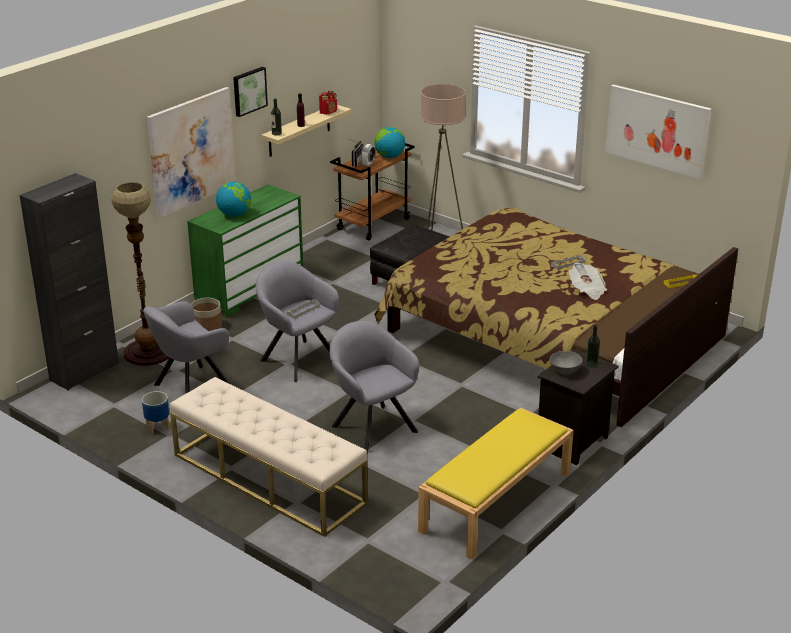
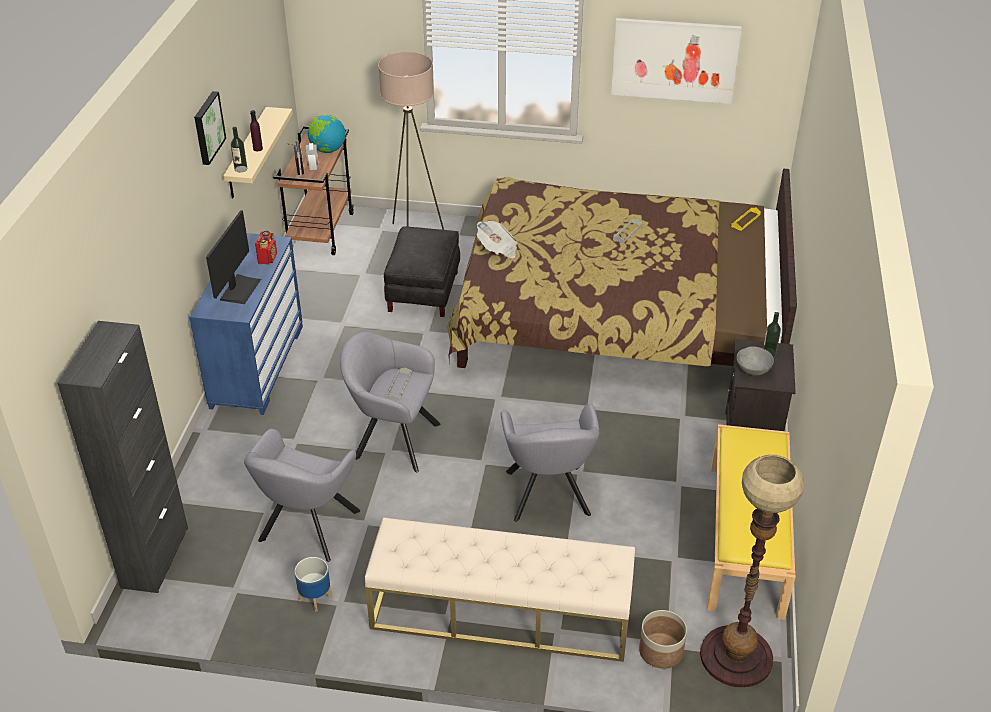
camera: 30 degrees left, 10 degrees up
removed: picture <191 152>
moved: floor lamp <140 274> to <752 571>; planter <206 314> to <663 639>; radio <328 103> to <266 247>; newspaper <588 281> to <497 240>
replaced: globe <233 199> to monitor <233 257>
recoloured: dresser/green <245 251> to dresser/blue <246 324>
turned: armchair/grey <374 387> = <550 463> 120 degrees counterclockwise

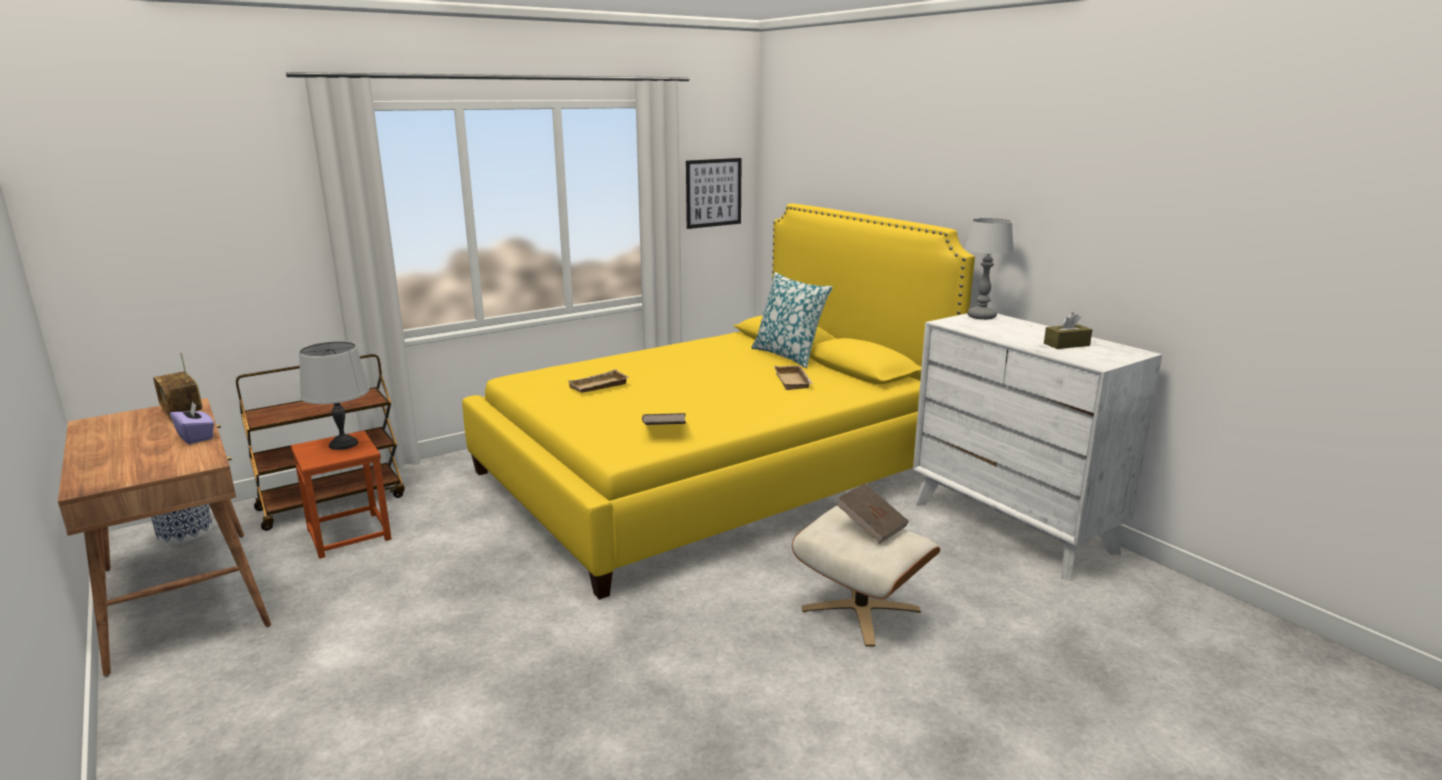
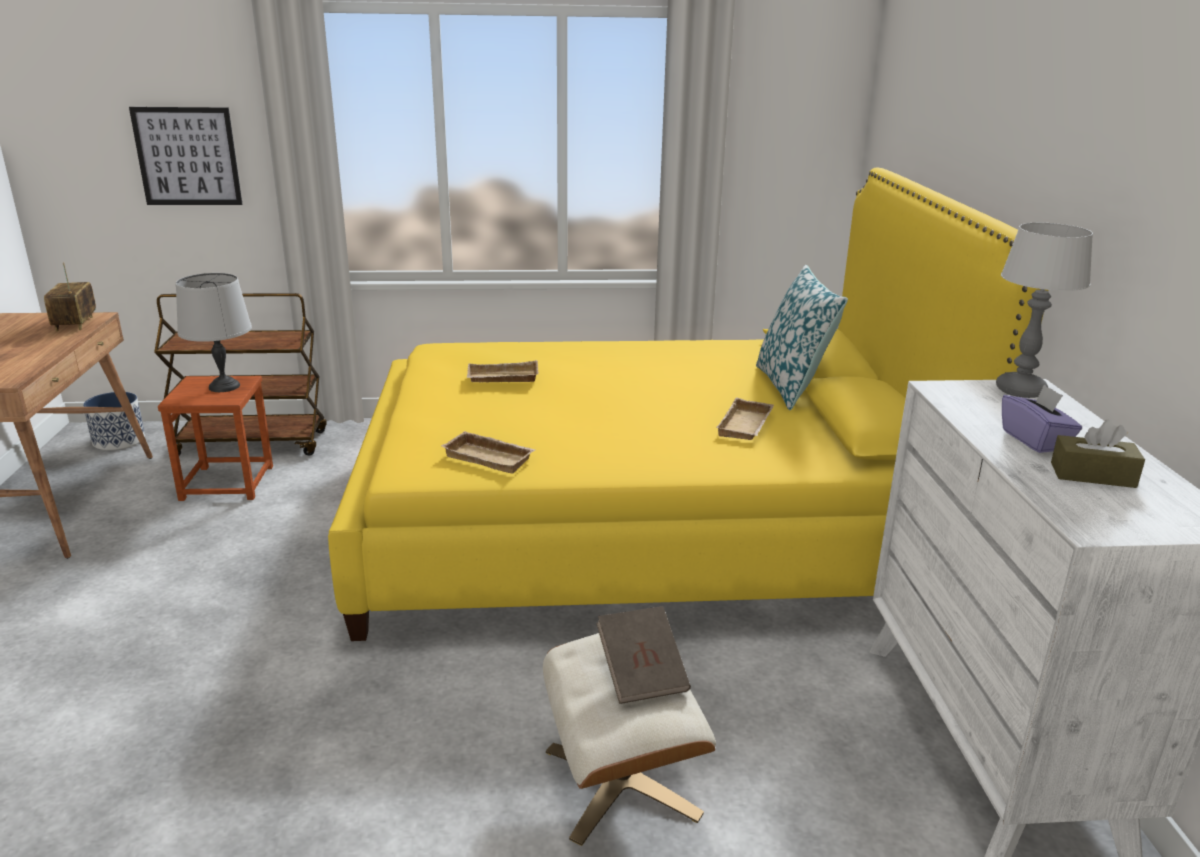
camera: 30 degrees right, 5 degrees up
moved: tissue box/purple <192 422> to <1042 418>; picture <714 193> to <185 156>
replaced: book/brown <664 419> to tray/beige <488 452>

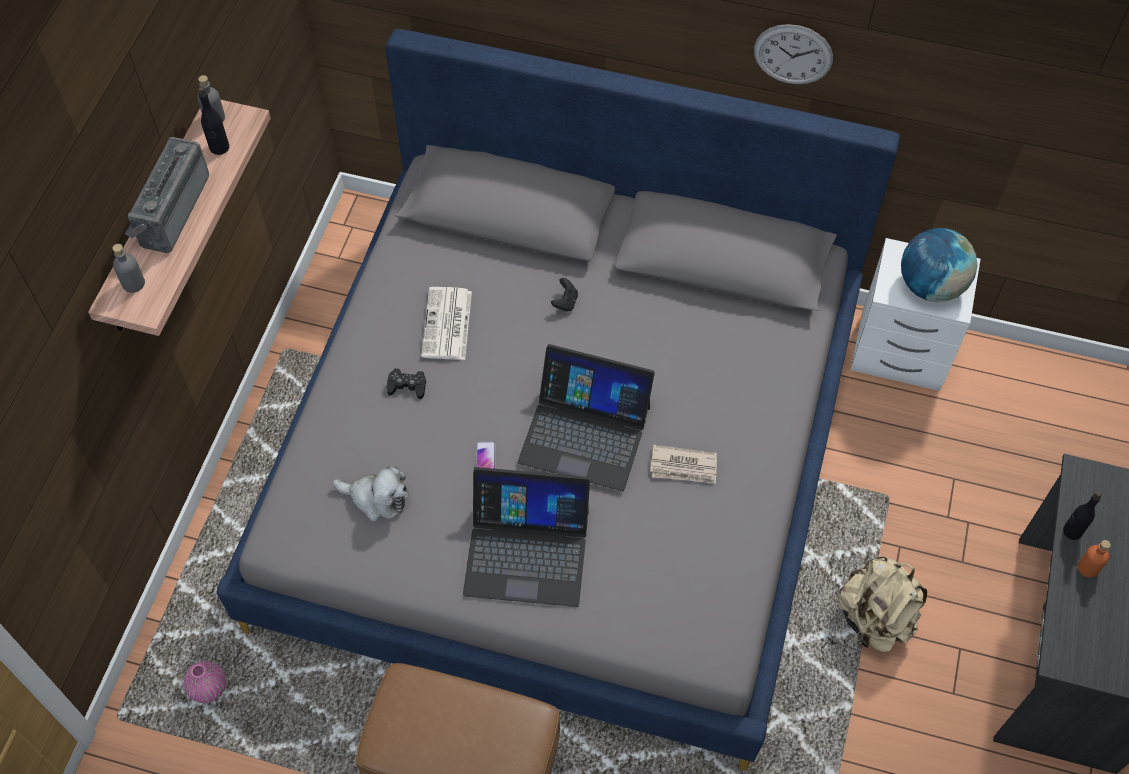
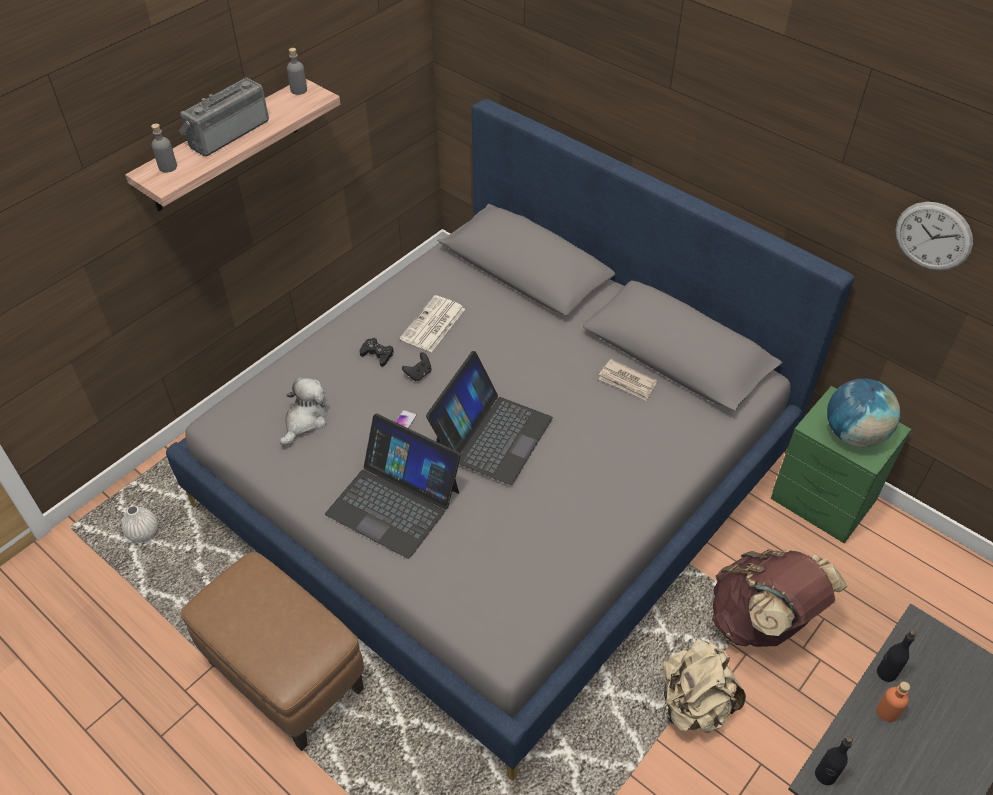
camera: 25 degrees right, 10 degrees down
added: backpack/brown <779 598>
moved: bottle/black <213 121> to <834 760>; game controller/black <564 295> to <416 366>; newspaper <683 464> to <628 379>; wall clock <793 54> to <934 236>
recoloured: vase/pink <205 682> to vase/white <140 524>; nightstand/white <915 314> to nightstand/green <841 465>
turned: plush toy <370 493> = <303 411> 105 degrees counterclockwise; laptop <586 417> = <489 418> 105 degrees counterclockwise

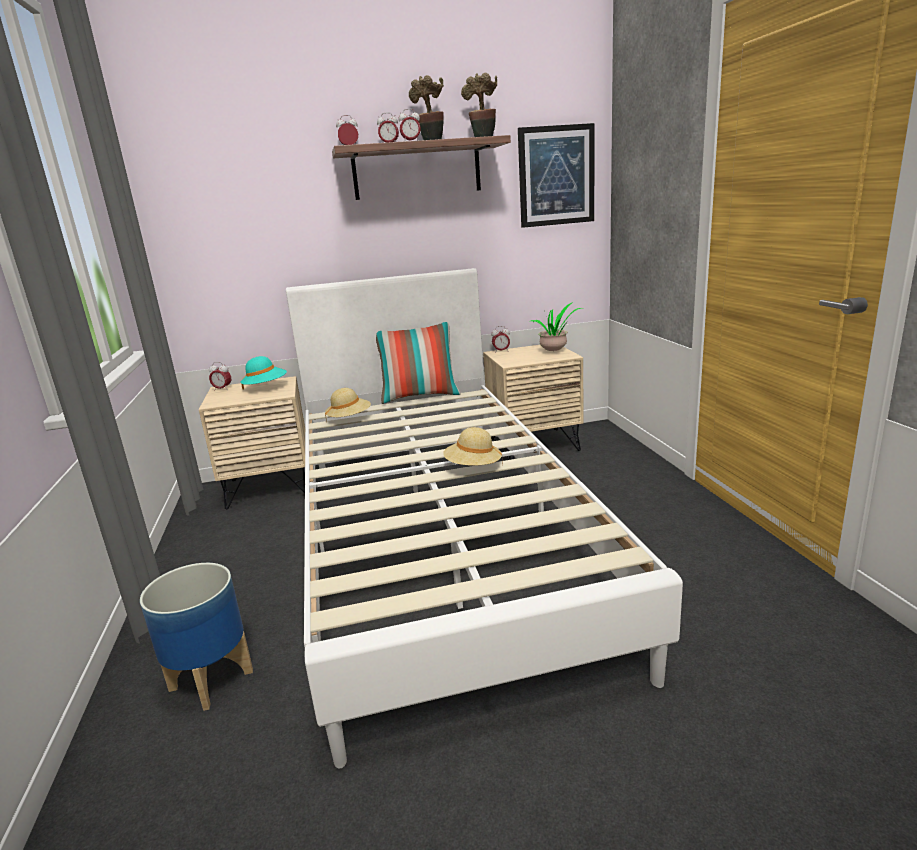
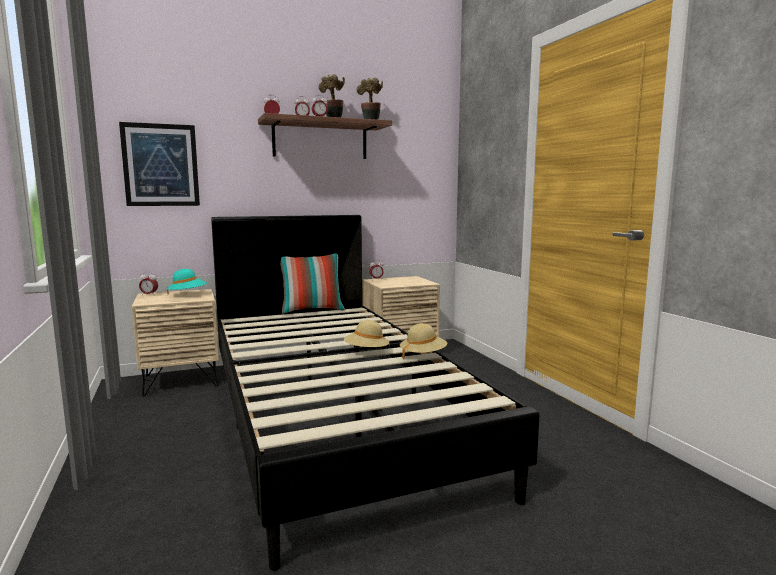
camera: 10 degrees left, 10 degrees down
removed: planter <196 637>; potted plant <555 326>
moved: hat/beige <348 405> to <424 341>; picture <556 175> to <159 164>
recoloured: bed/white <484 518> to bed/black <375 393>

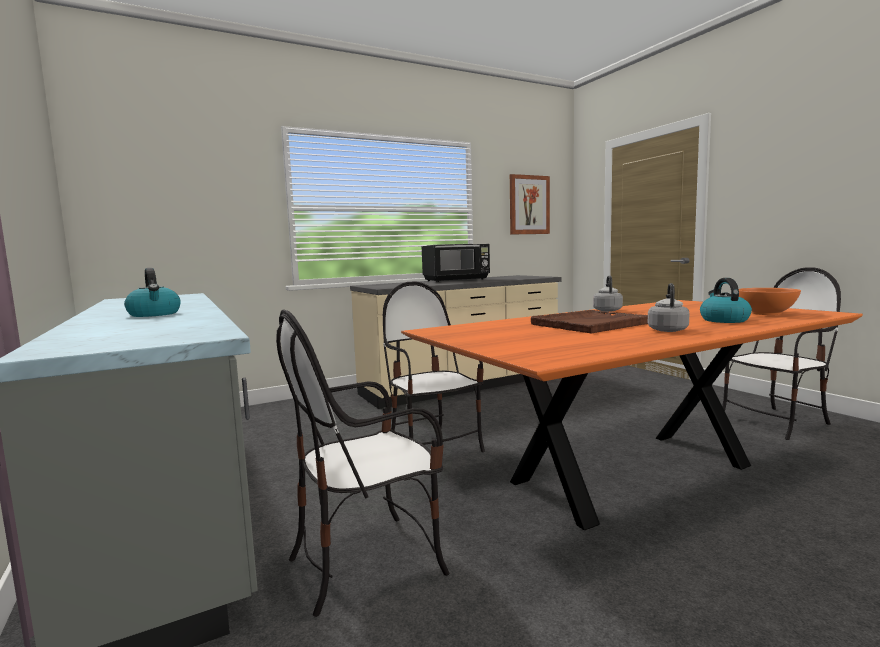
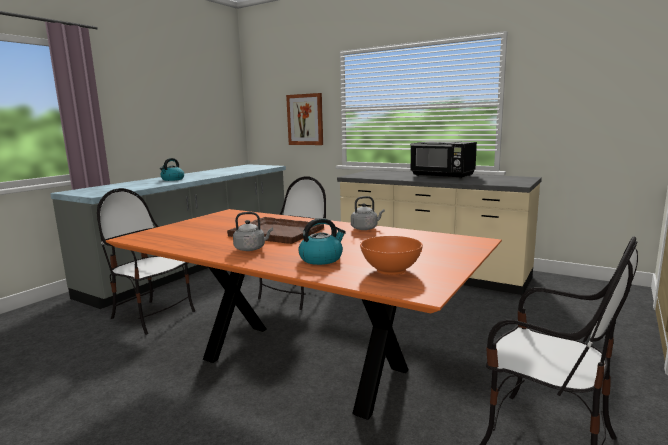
camera: 60 degrees right, 5 degrees up
moved: picture <530 204> to <304 119>

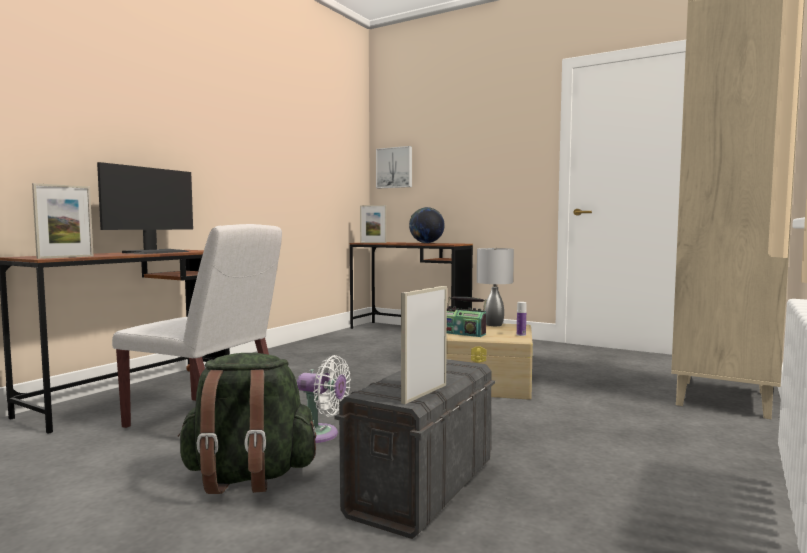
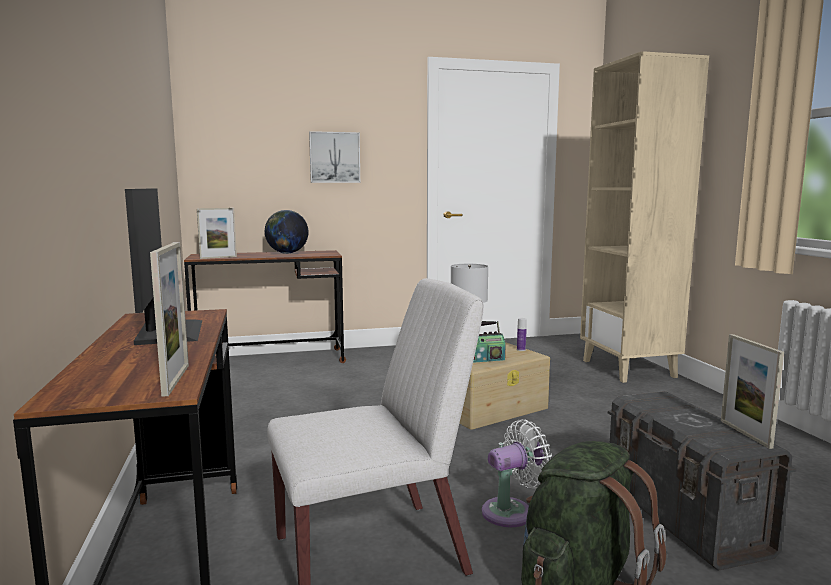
camera: 45 degrees left, 5 degrees up
moved: picture <394 167> to <334 157>

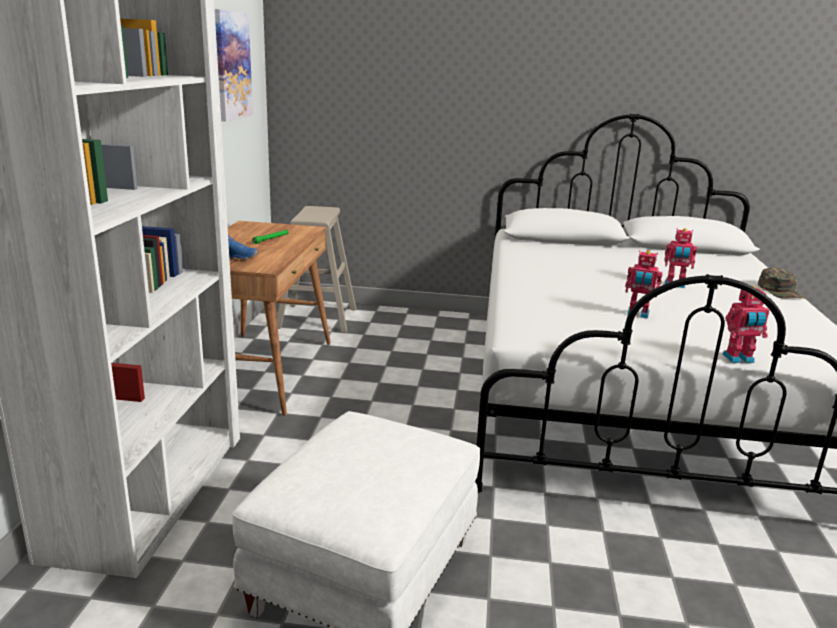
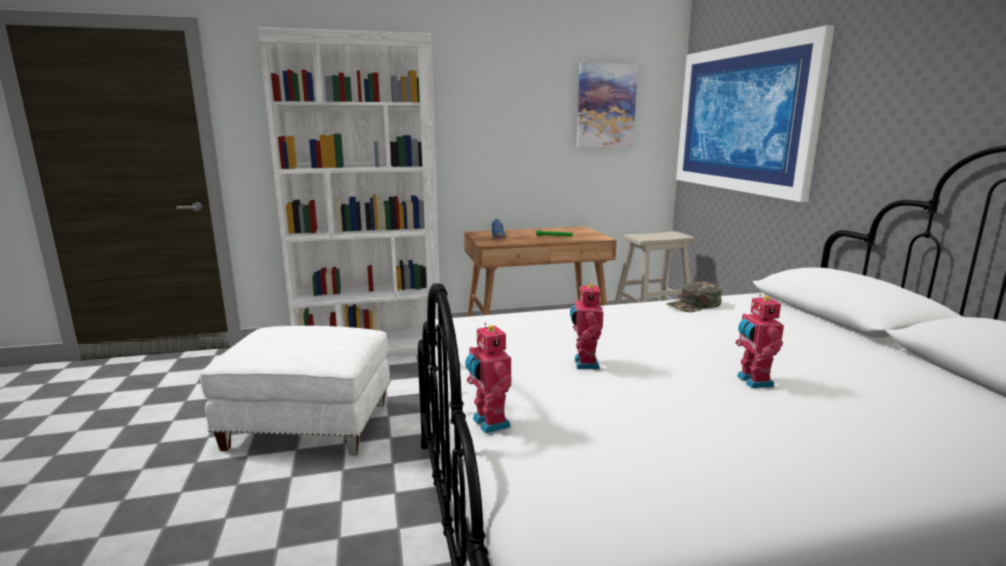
camera: 70 degrees right, 5 degrees down
added: picture <755 113>
moved: cap/green <782 283> to <694 297>

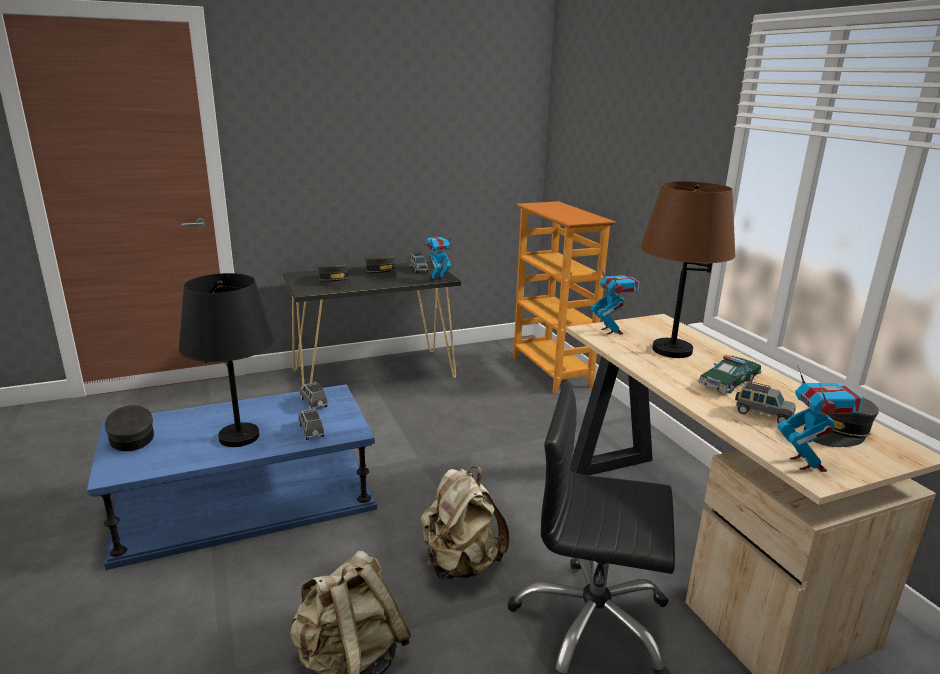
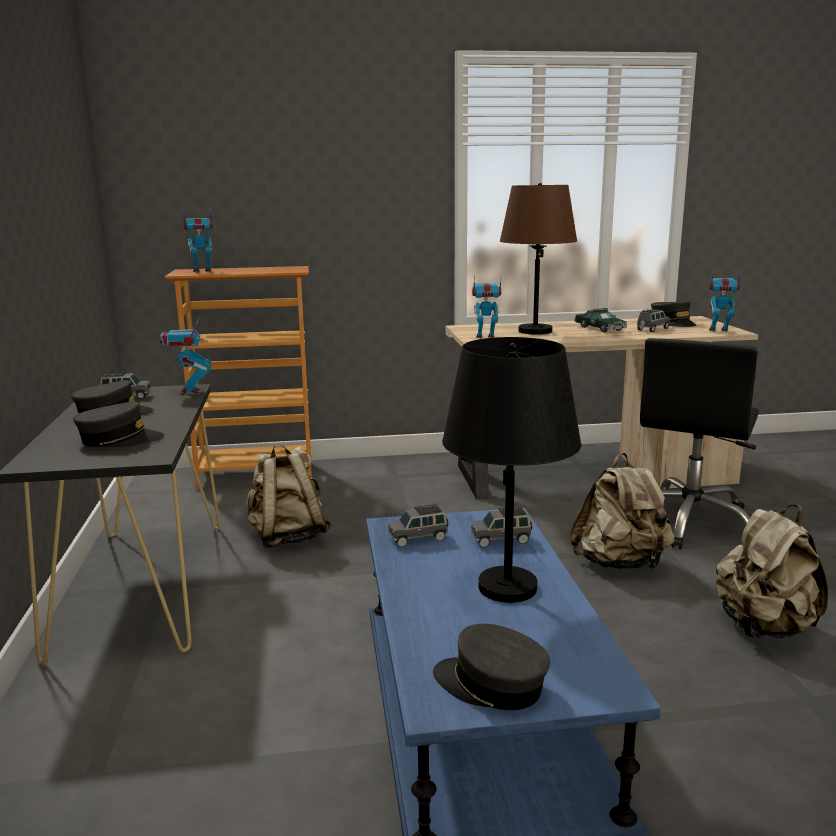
camera: 75 degrees left, 5 degrees down
added: toy robot <198 240>; backpack/beige <288 496>
turned: cap/grey <130 428> = <491 667> 45 degrees clockwise

